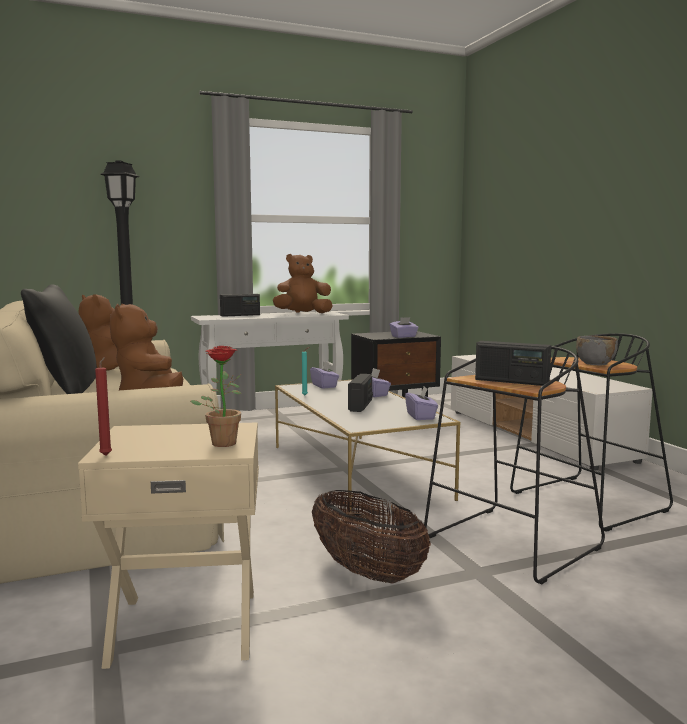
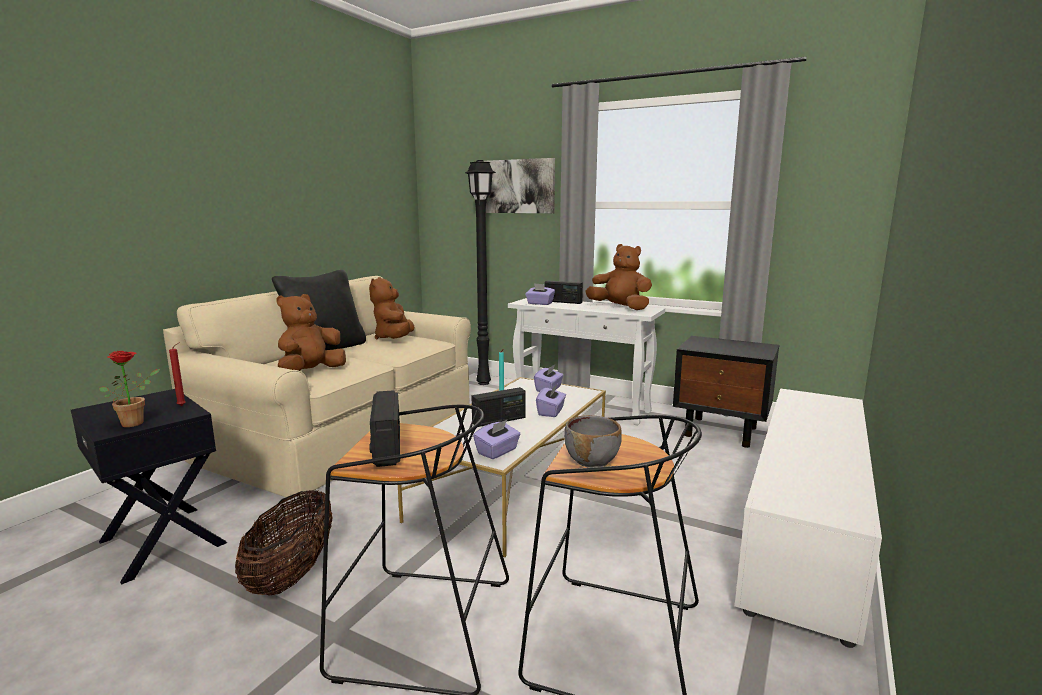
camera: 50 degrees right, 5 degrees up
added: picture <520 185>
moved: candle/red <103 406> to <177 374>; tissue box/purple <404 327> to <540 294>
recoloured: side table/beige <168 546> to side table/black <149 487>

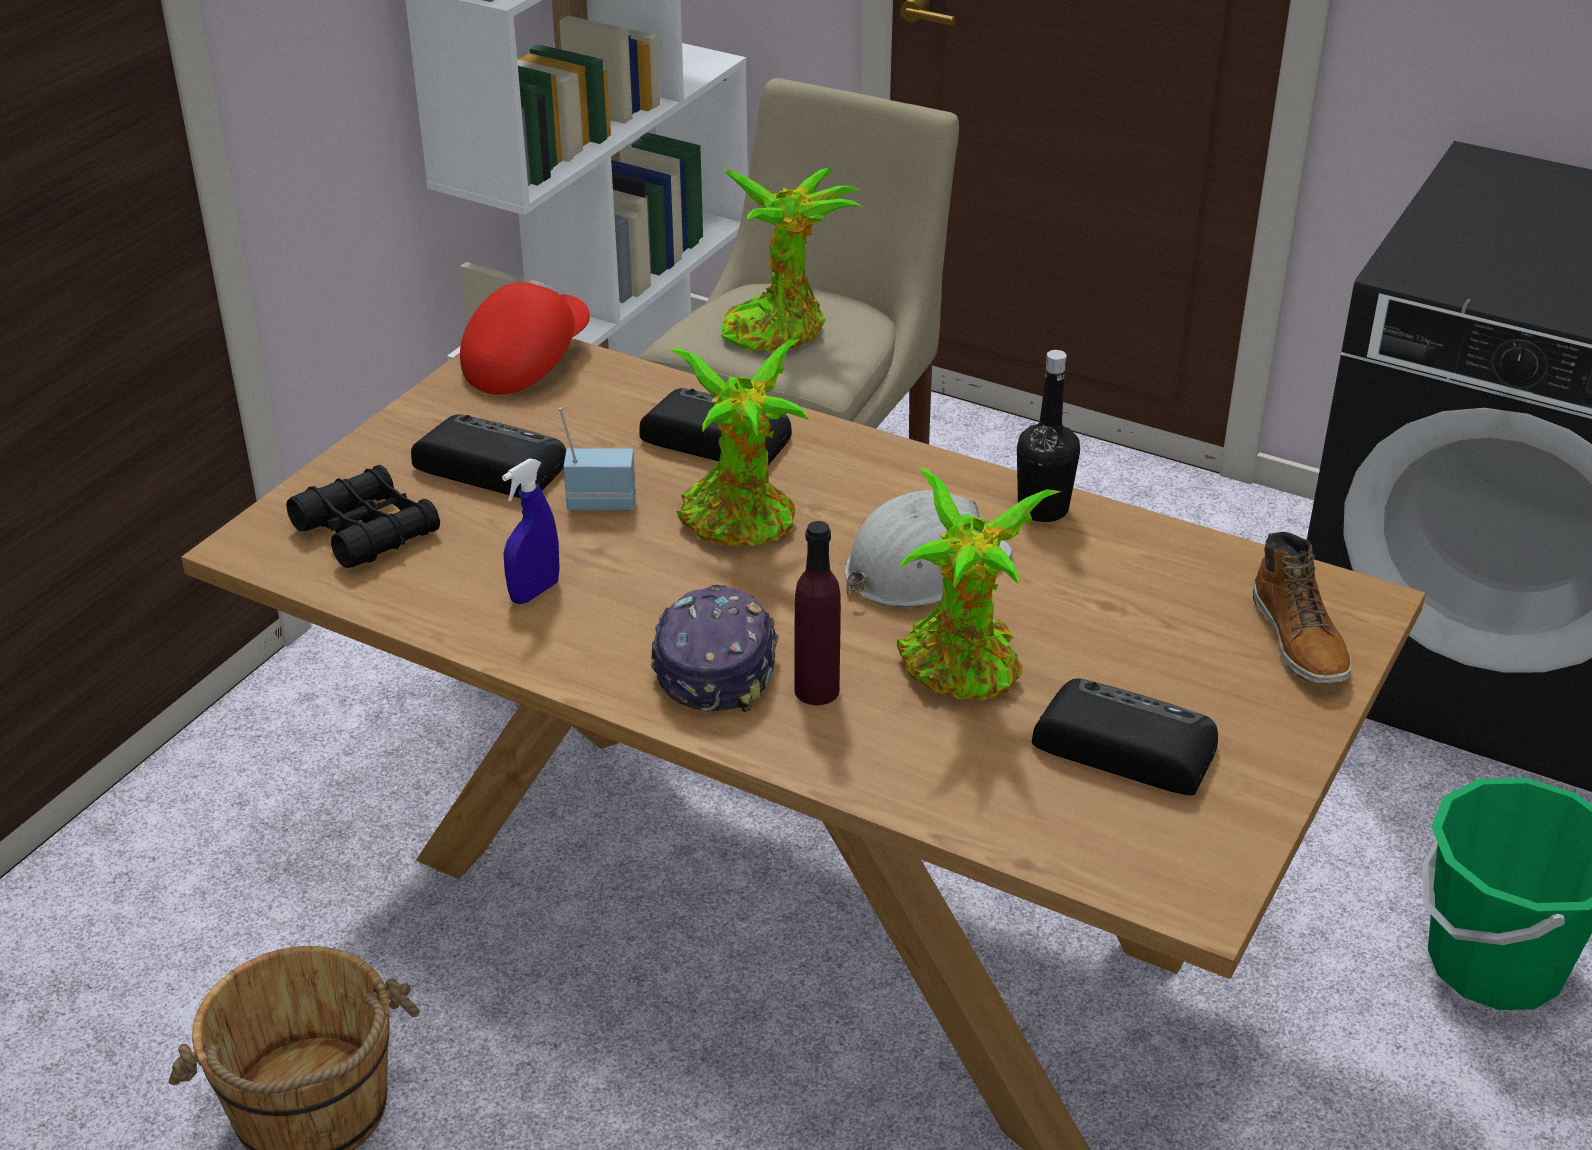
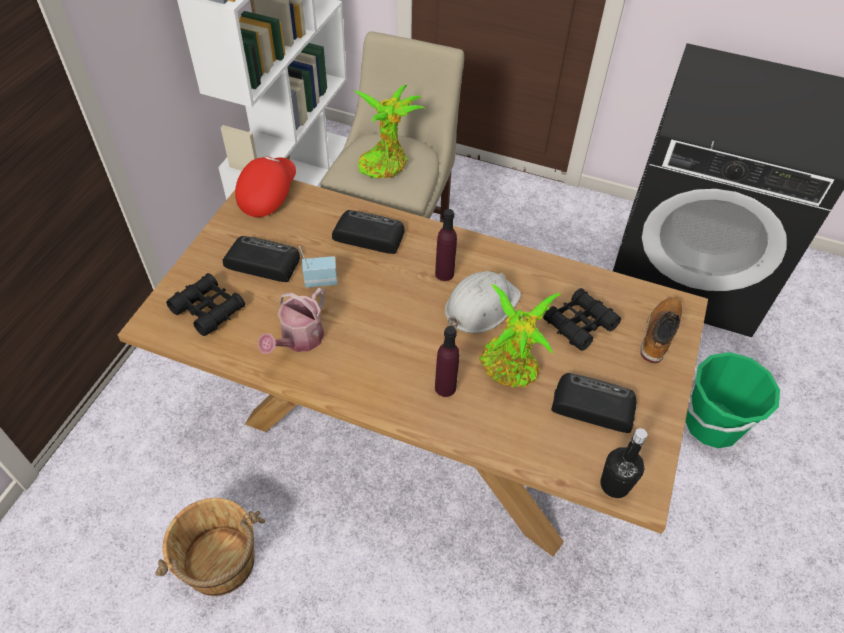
camera: 10 degrees left, 15 degrees up
removed: cap <715 648>; potted plant <739 442>
added: bottle/purple <446 245>; binoculars/black <582 319>
moved: bottle/black <1048 436> to <624 463>
replaced: spray bottle/blue <530 531> to watering can <291 321>
turned: boot <1302 608> = <661 330> 135 degrees counterclockwise

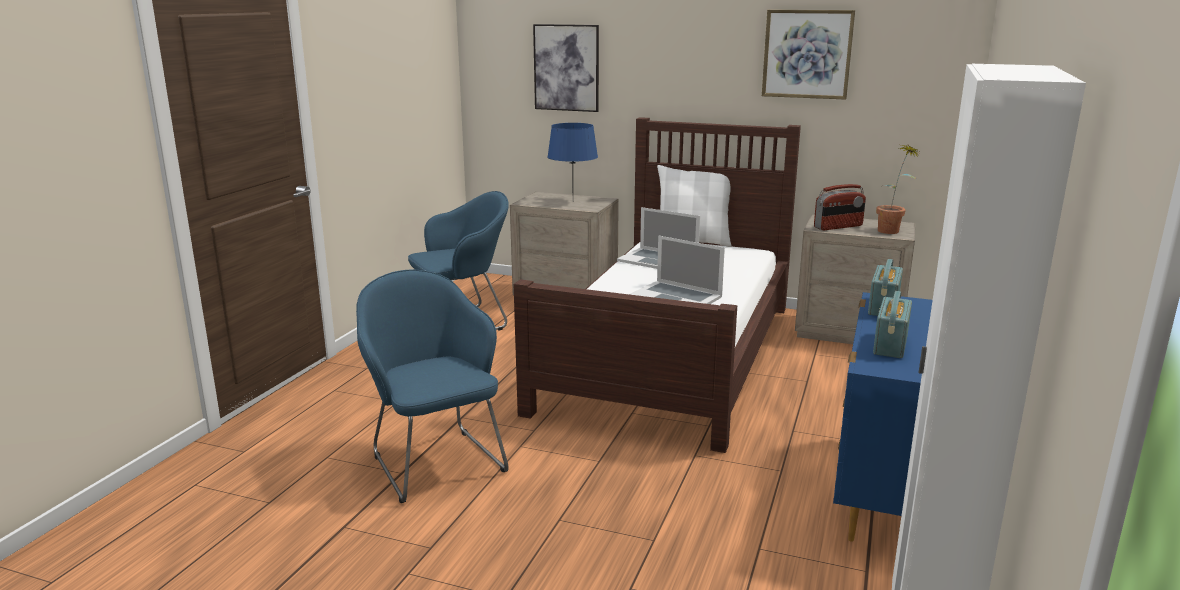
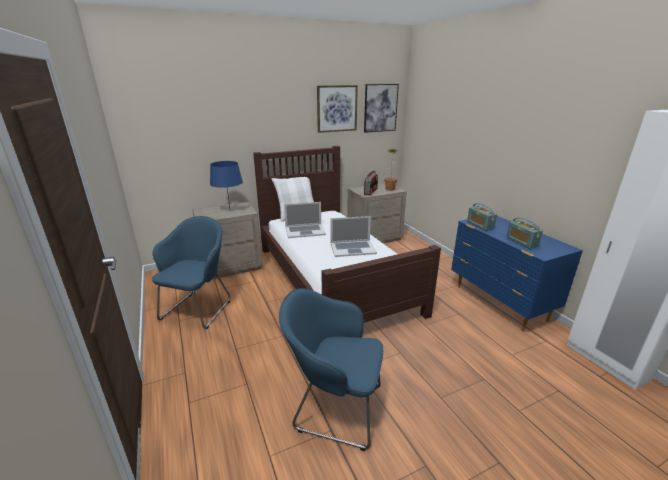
camera: 45 degrees left, 5 degrees up
moved: picture <566 68> to <381 108>

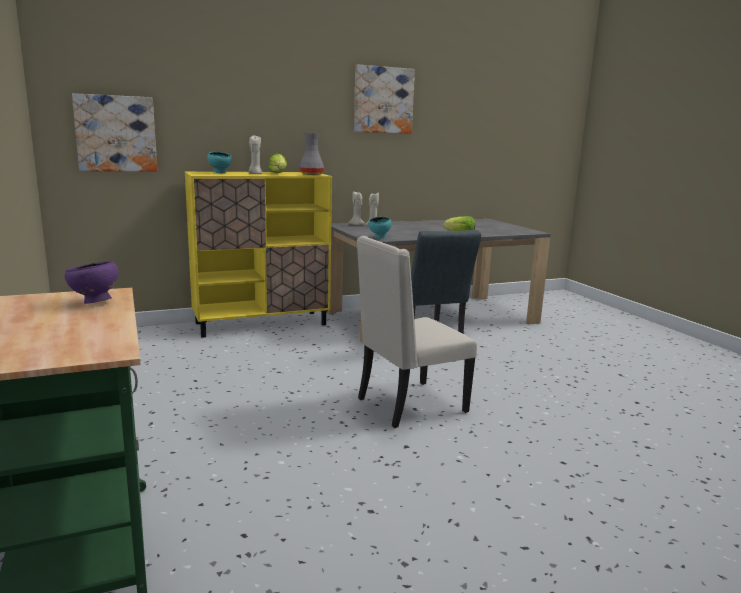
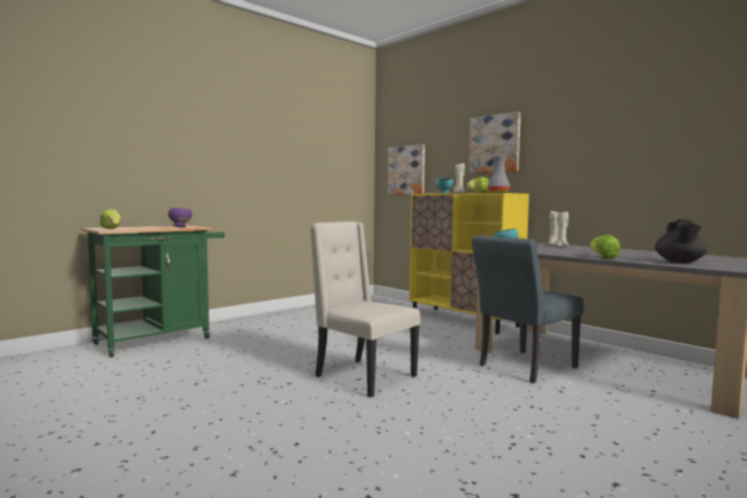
camera: 70 degrees right, 10 degrees down
added: lettuce <111 219>; teapot/black <681 241>
moved: picture <384 99> to <495 142>

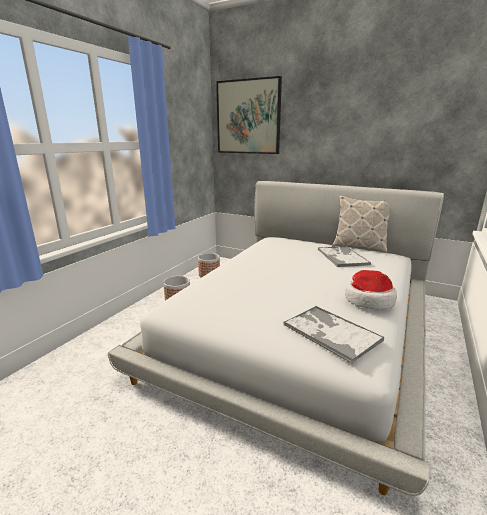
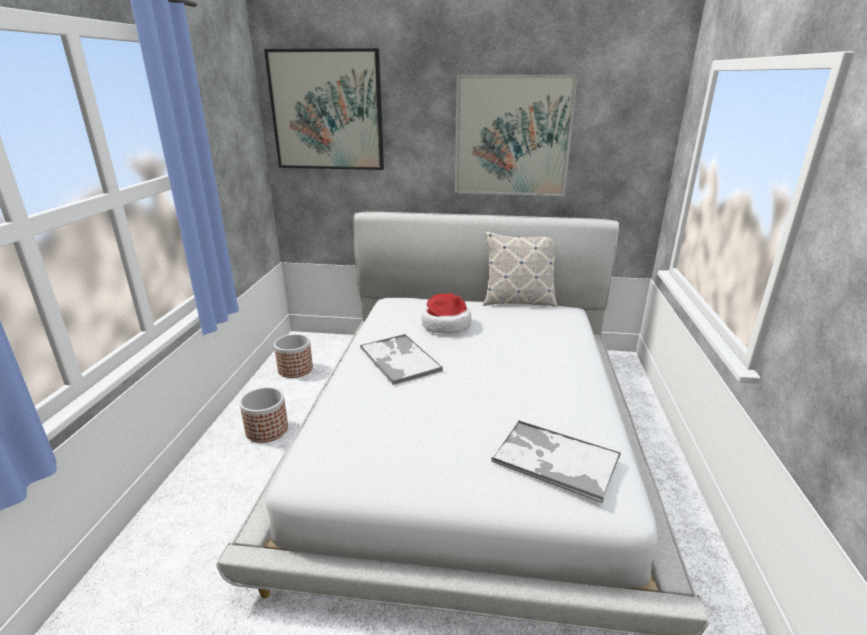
camera: 20 degrees left, 5 degrees up
added: picture <516 135>
moved: tray <344 256> to <401 359>; hat <371 289> to <446 313>

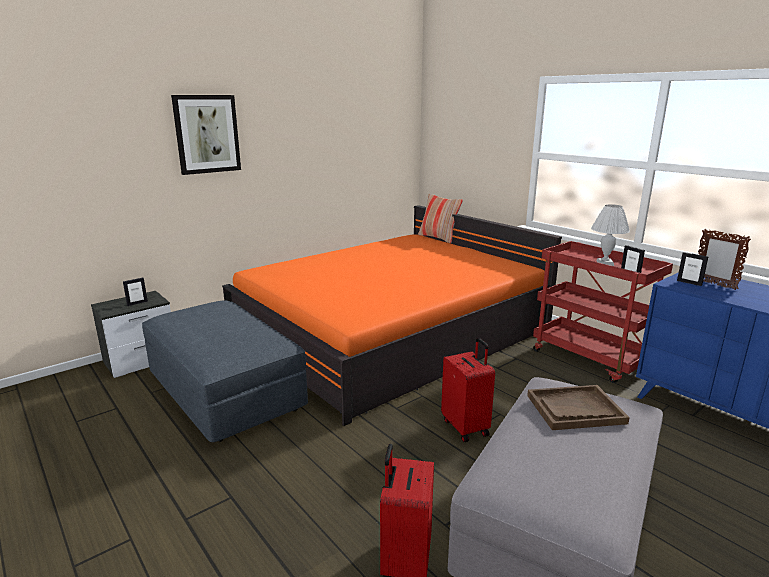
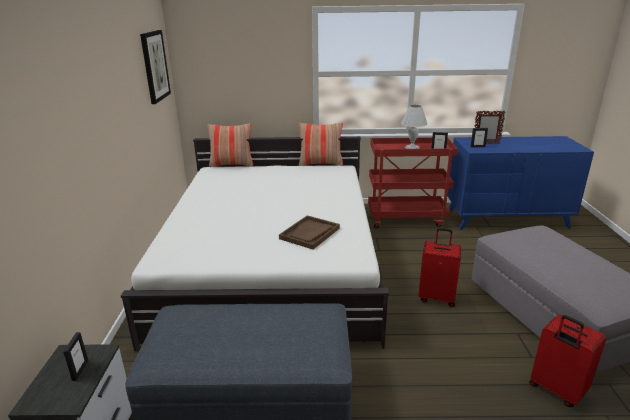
camera: 50 degrees left, 5 degrees up
added: pillow <321 144>
moved: picture <206 135> to <155 67>; tray/brown <578 407> to <309 232>
recoloured: bed/orange <392 315> to bed/white <255 243>

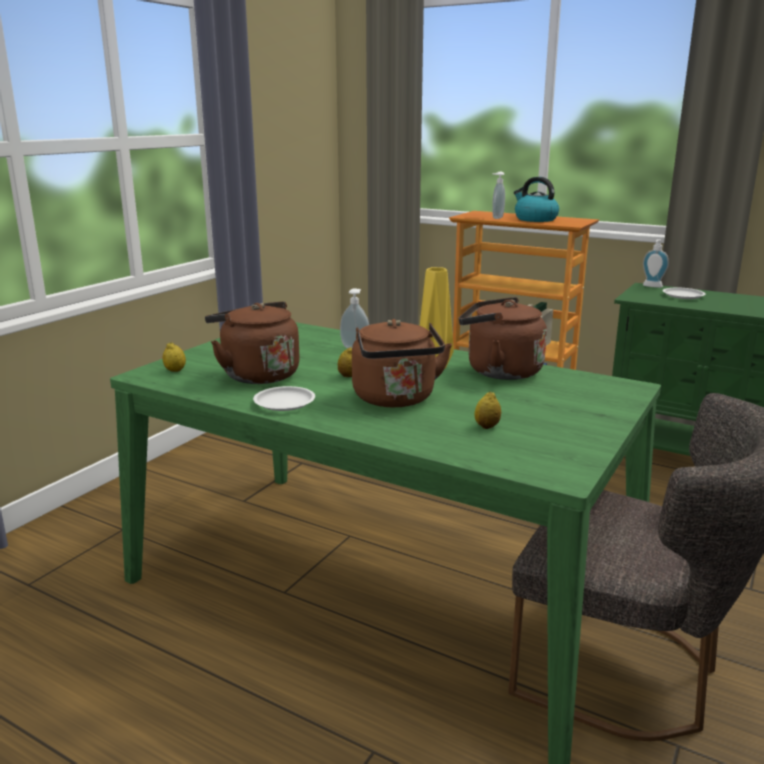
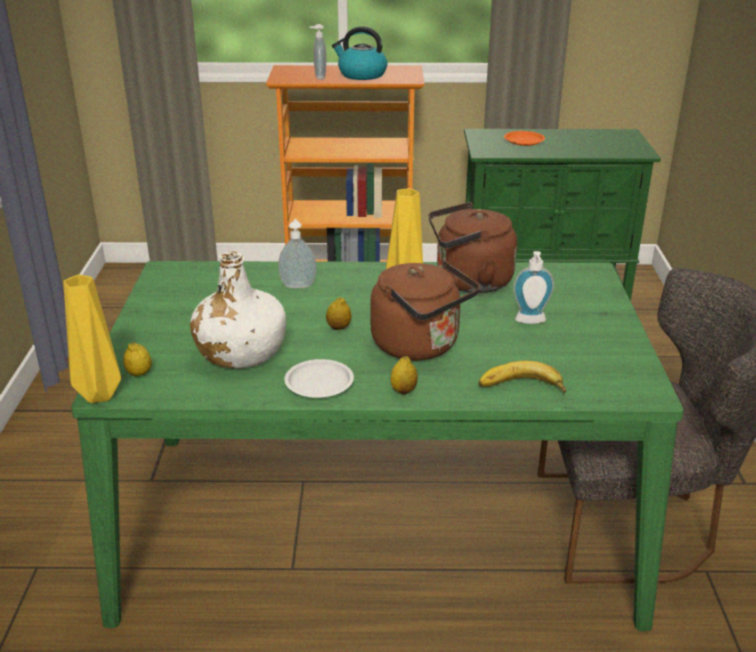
camera: 30 degrees left, 10 degrees up
added: vase/yellow <92 339>; banana <522 376>
moved: lemon <487 410> to <404 375>; soap dispenser <656 263> to <533 287>
replaced: kettle/brown <252 343> to bottle/white <238 309>
recoloured: plate/white <684 293> to plate/orange <524 138>

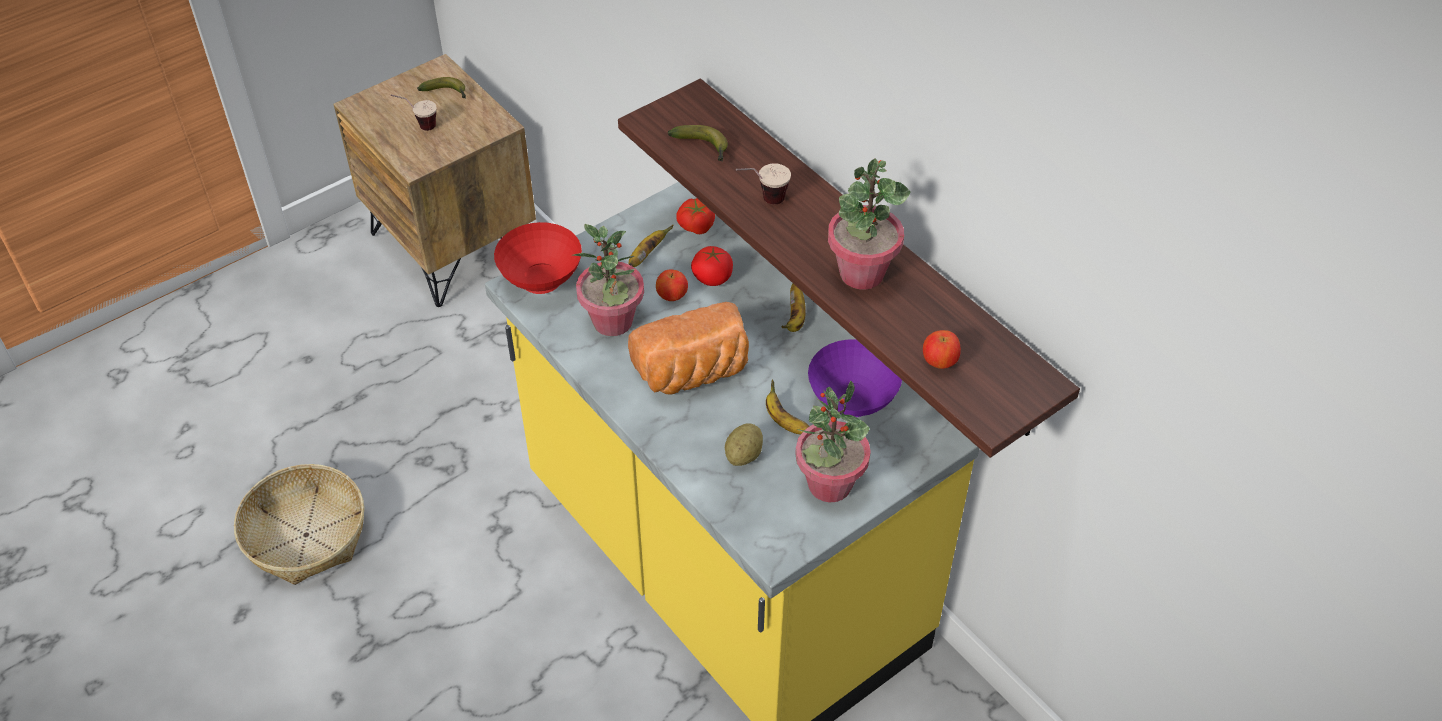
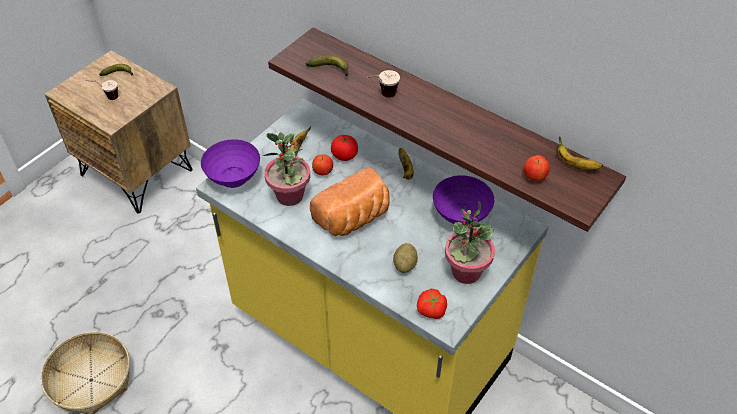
camera: 15 degrees left, 0 degrees up
removed: potted plant <869 224>
moved: tomato <695 216> to <432 303>; banana <788 407> to <580 153>
recoloured: bowl/red <538 258> to bowl/purple <230 164>

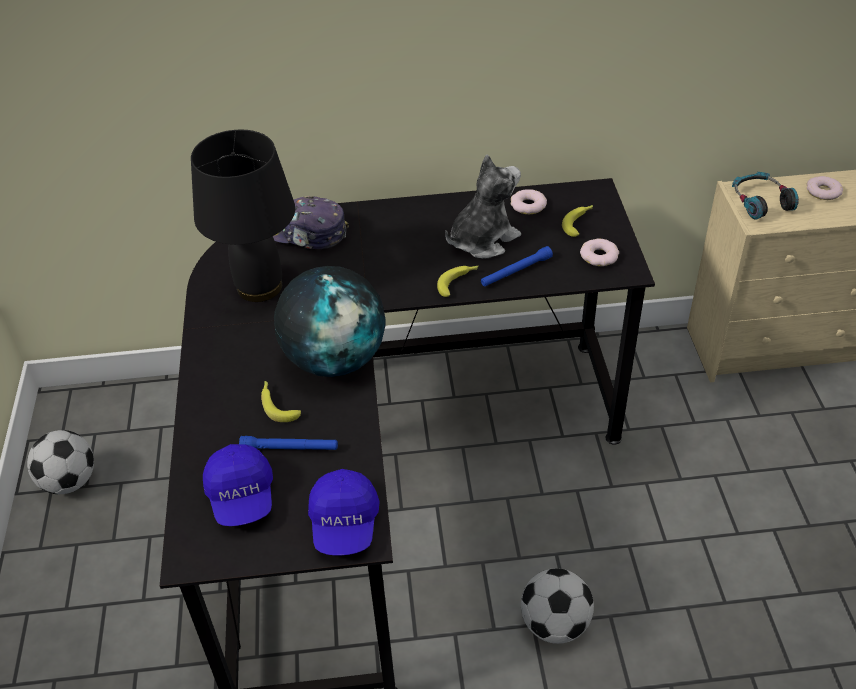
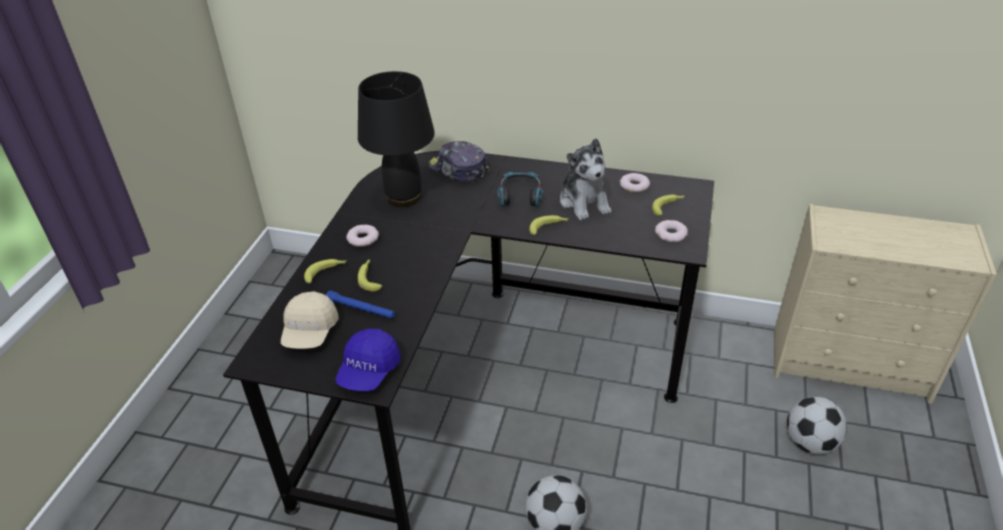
camera: 20 degrees right, 5 degrees down
removed: globe <330 321>; flashlight/blue <517 266>
added: banana <325 271>
moved: football <60 462> to <817 425>; headphones <765 195> to <520 189>; donut <825 188> to <362 236>
recoloured: cap/blue <238 485> to cap/beige <310 320>
turned: plush toy <483 206> = <586 179> 90 degrees clockwise

